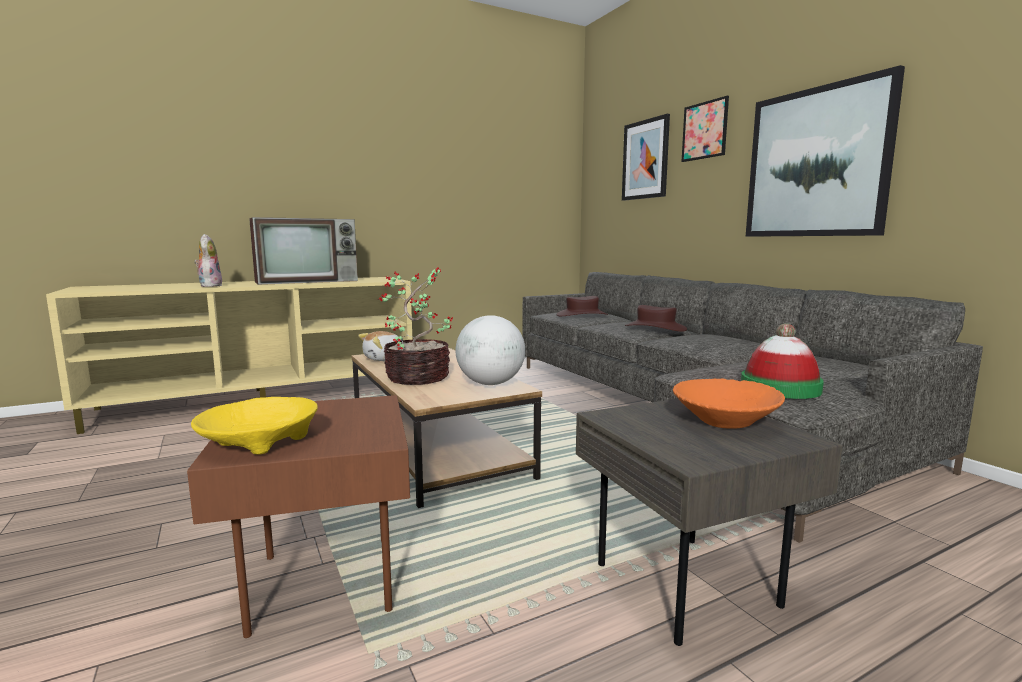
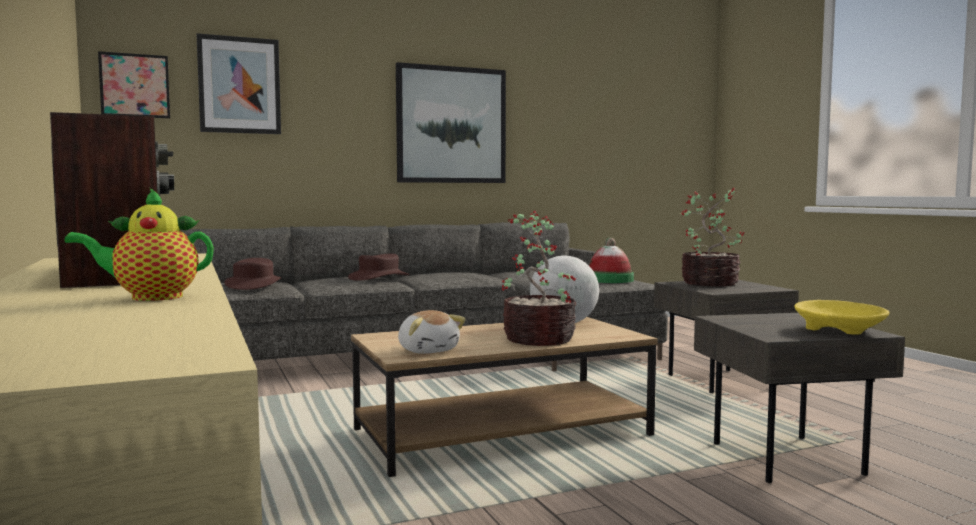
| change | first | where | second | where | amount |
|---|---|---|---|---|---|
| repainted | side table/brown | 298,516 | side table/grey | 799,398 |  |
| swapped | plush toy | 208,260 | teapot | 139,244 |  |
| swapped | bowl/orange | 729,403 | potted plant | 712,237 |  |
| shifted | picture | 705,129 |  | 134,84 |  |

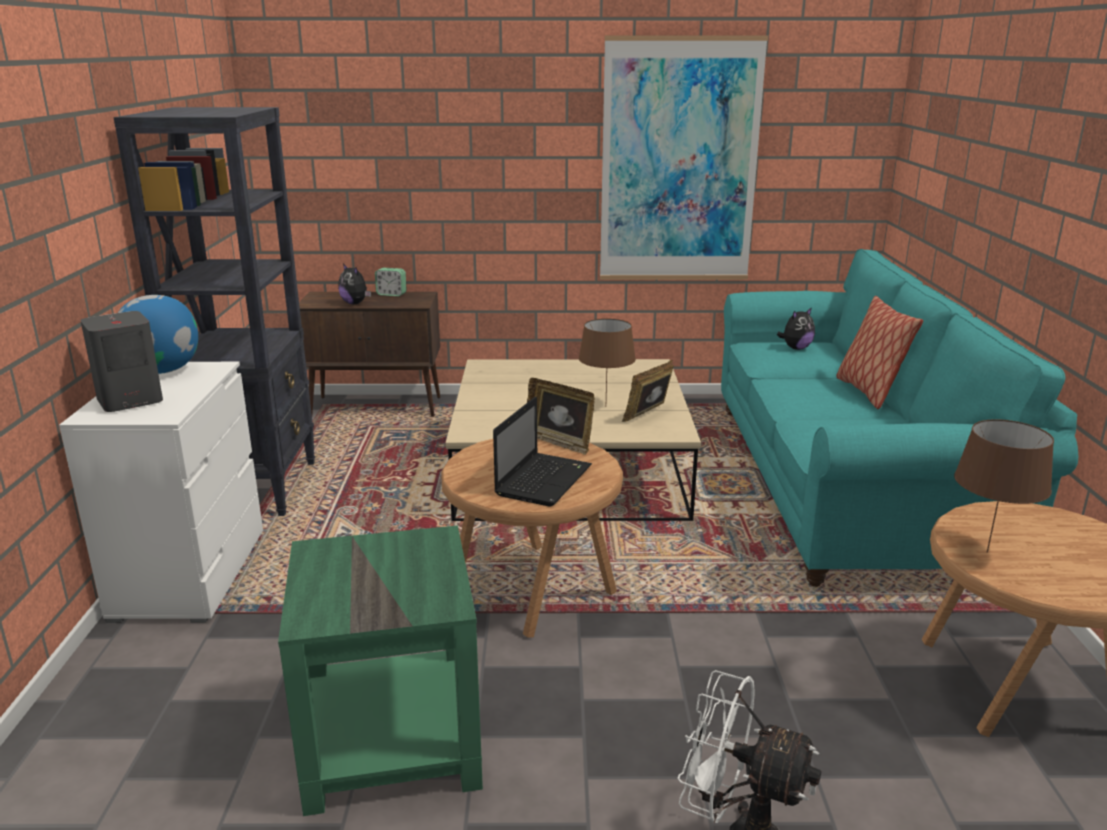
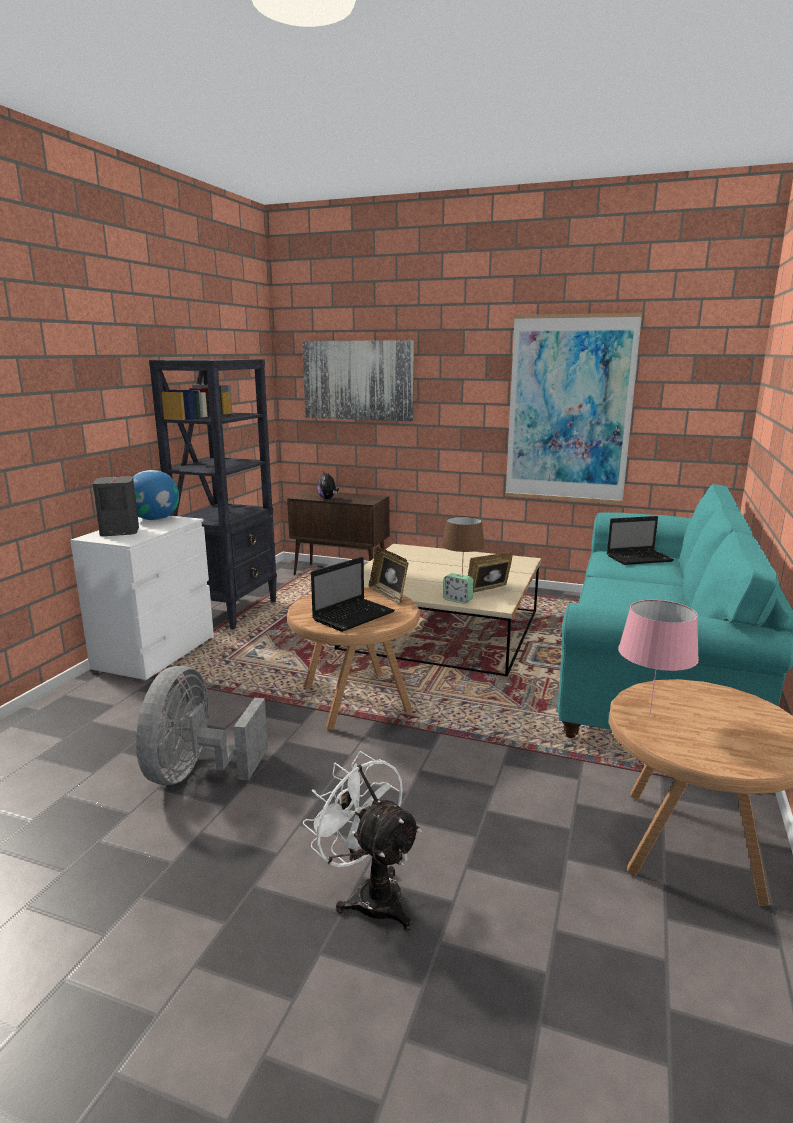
| change | first | where | second | where | amount |
|---|---|---|---|---|---|
| swapped | side table/green | 380,670 | fan/grey | 202,725 |  |
| shifted | alarm clock | 391,282 |  | 458,588 |  |
| swapped | plush toy | 796,328 | laptop | 640,540 |  |
| gone | pillow | 879,352 |  |  |  |
| repainted | table lamp/brown | 1004,486 | table lamp/pink | 658,657 |  |
| new |  |  | picture | 358,380 |  |

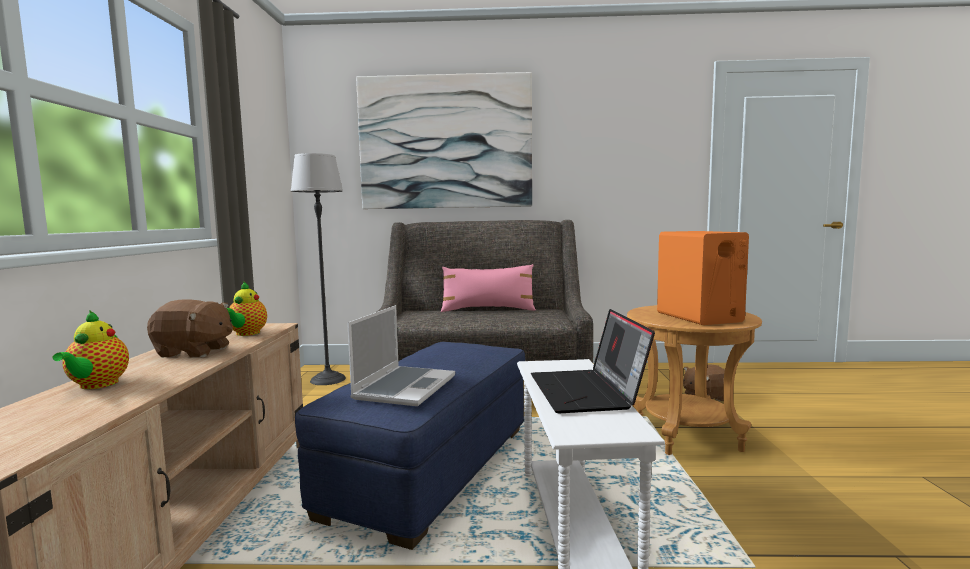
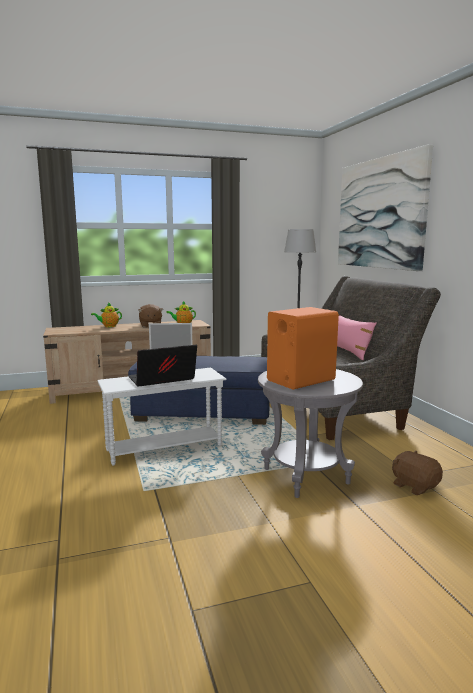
| change | first | where | second | where | amount |
|---|---|---|---|---|---|
| repainted | side table/brown | 694,380 | side table/grey | 310,433 |  |

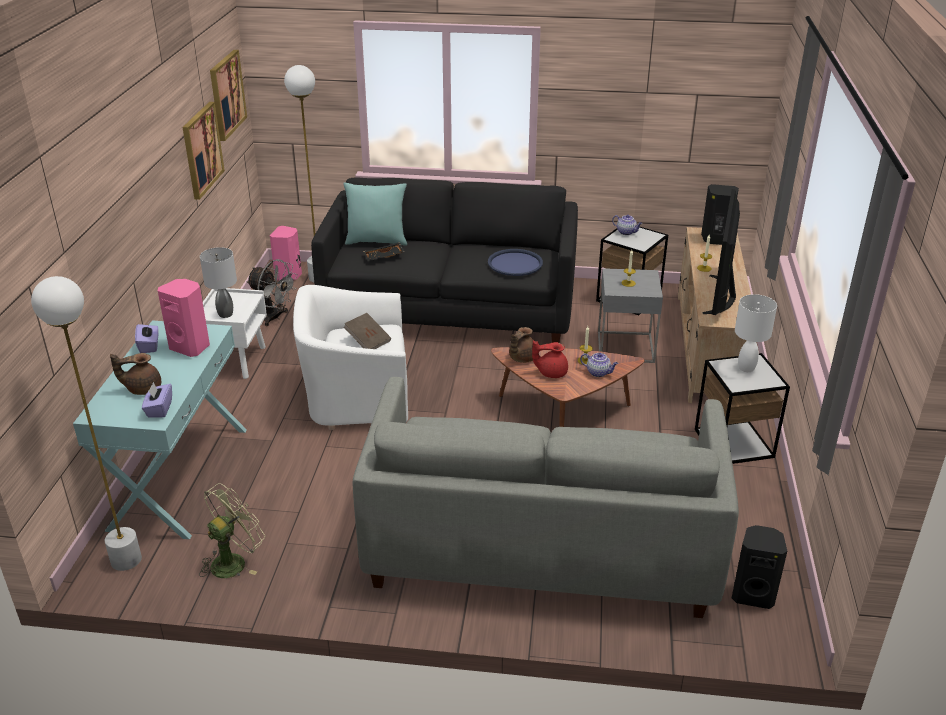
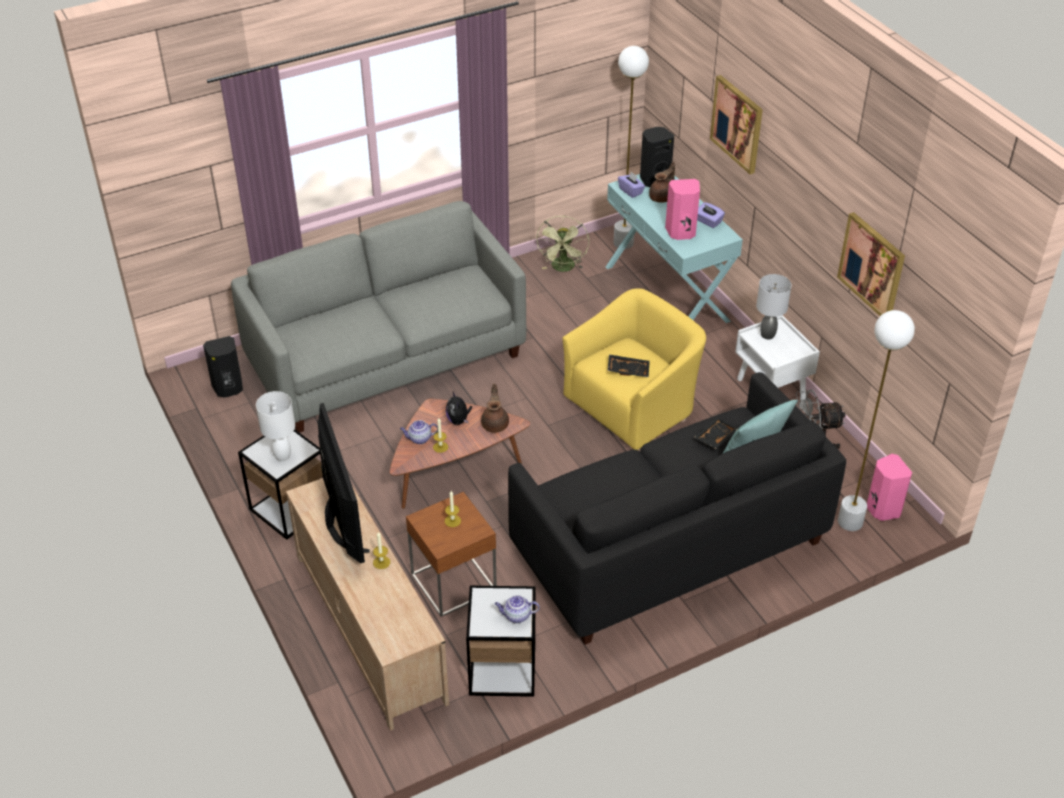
| change | first | where | second | where | amount |
|---|---|---|---|---|---|
| shifted | picture | 228,95 |  | 736,124 |  |
| repainted | armchair/white | 350,357 | armchair/yellow | 634,369 |  |
| swapped | book/brown | 367,331 | tray/black | 628,366 |  |
| gone | tray/blue | 515,262 |  |  |  |
| swapped | teapot/red | 550,359 | plush toy | 459,408 |  |
| repainted | side table/grey | 630,315 | side table/brown | 451,554 |  |
| shifted | speaker/black | 720,214 |  | 657,157 |  |

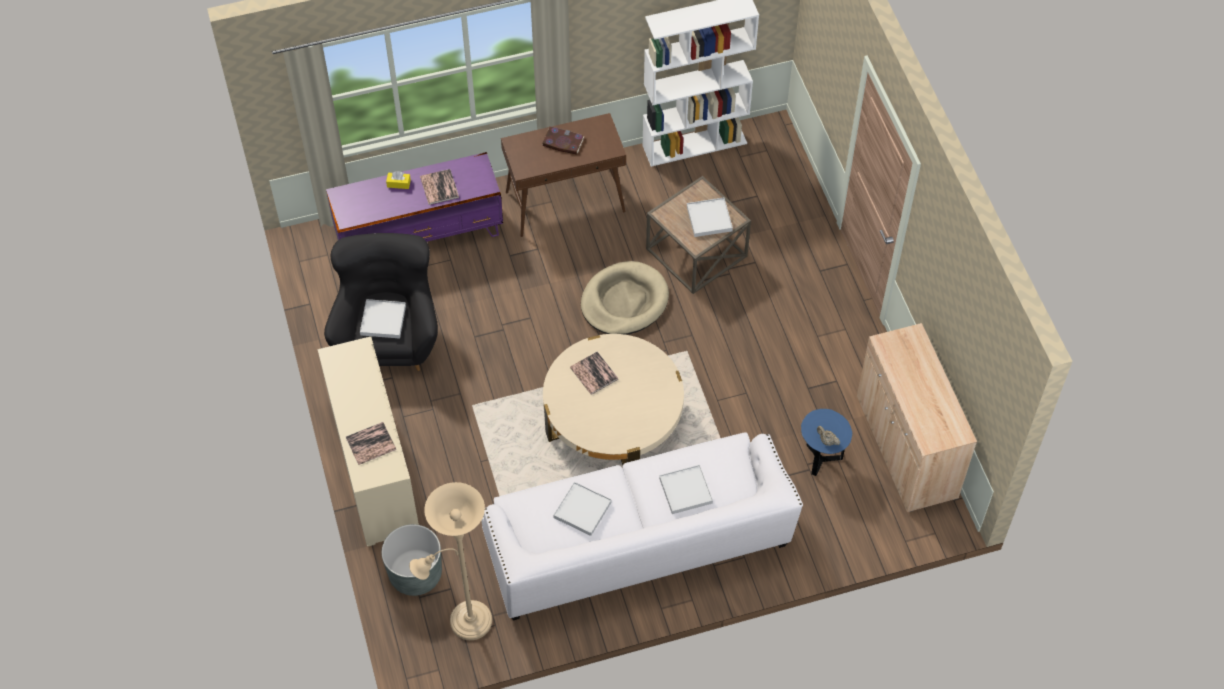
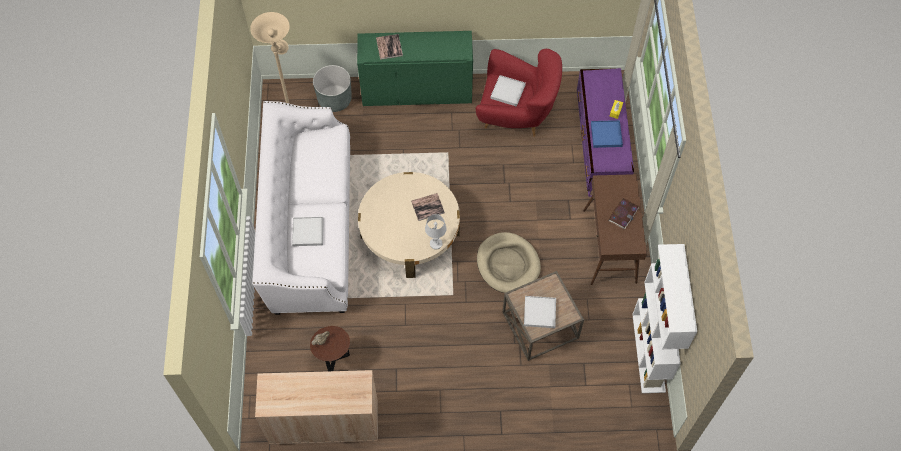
| change | first | where | second | where | amount |
|---|---|---|---|---|---|
| repainted | cabinet/beige | 368,442 | cabinet/green | 415,68 |  |
| repainted | armchair/black | 381,302 | armchair/red | 519,93 |  |
| swapped | book | 439,187 | tray/blue | 607,134 |  |
| gone | tray/white | 582,509 |  |  |  |
| repainted | side table/blue | 826,442 | side table/brown | 330,348 |  |
| new |  |  | table lamp/white | 435,232 |  |

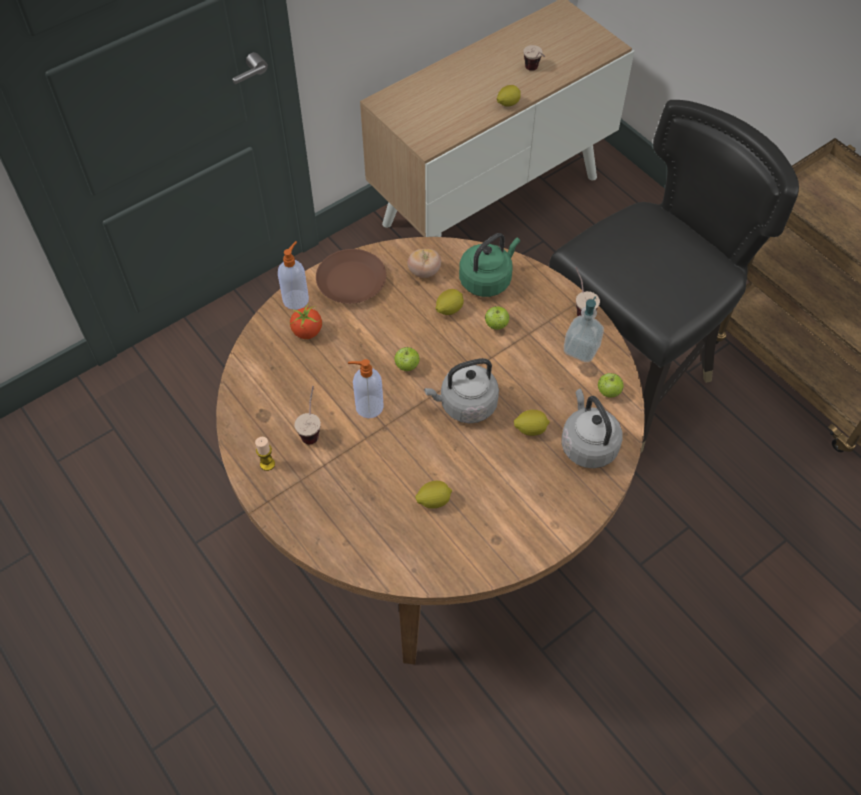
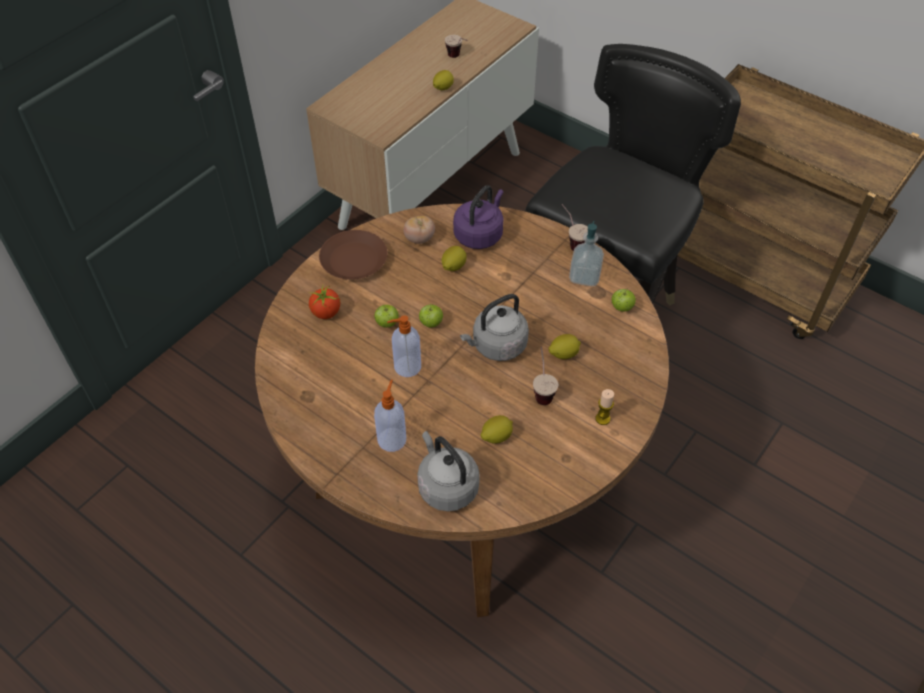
| change | first | where | second | where | amount |
|---|---|---|---|---|---|
| shifted | candle | 265,454 |  | 604,407 |  |
| shifted | soap dispenser | 293,275 |  | 390,416 |  |
| shifted | cup | 307,415 |  | 545,376 |  |
| repainted | kettle/green | 489,265 | kettle/purple | 478,217 |  |
| shifted | apple | 497,318 |  | 386,316 |  |
| shifted | kettle/grey | 591,428 |  | 448,471 |  |

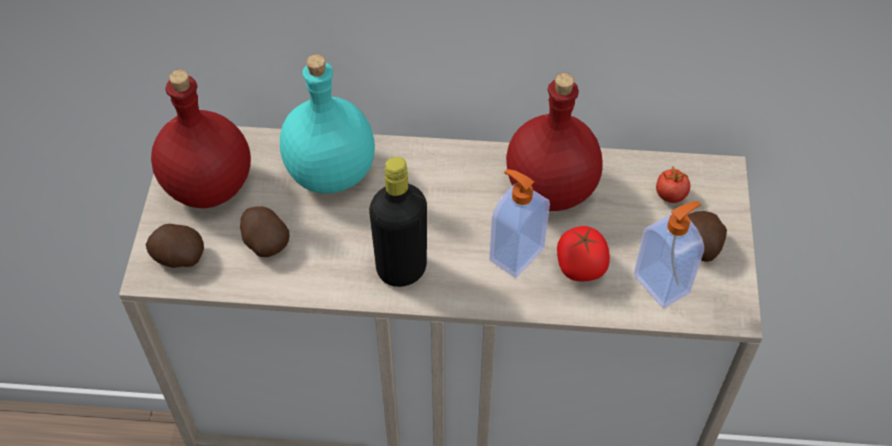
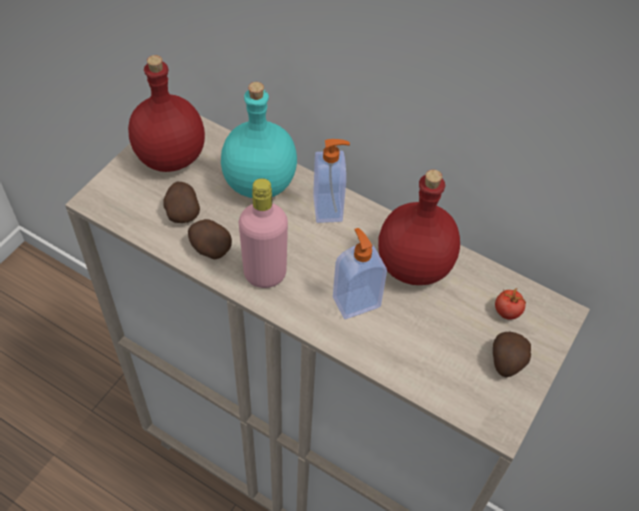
| change | first | where | second | where | amount |
|---|---|---|---|---|---|
| shifted | potato | 175,246 |  | 210,239 |  |
| repainted | bottle/black | 398,222 | bottle/pink | 263,233 |  |
| gone | tomato | 583,254 |  |  |  |
| shifted | soap dispenser | 669,254 |  | 331,181 |  |

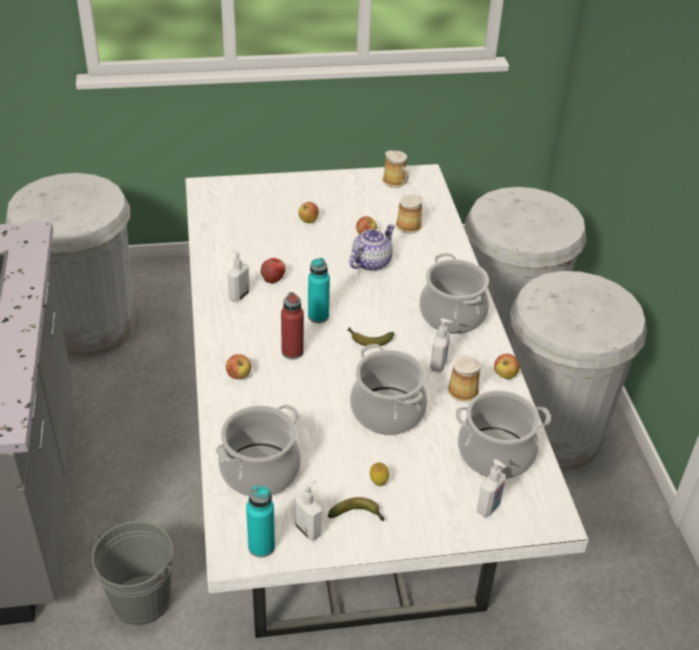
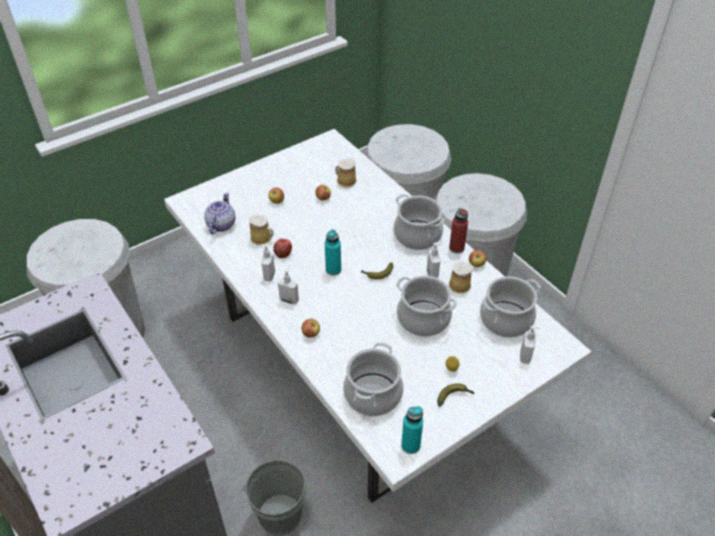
| change | first | where | second | where | amount |
|---|---|---|---|---|---|
| shifted | bottle/red | 292,326 |  | 458,231 |  |
| shifted | soap dispenser | 308,510 |  | 288,285 |  |
| shifted | teapot | 372,247 |  | 219,213 |  |
| shifted | mug | 396,169 |  | 261,230 |  |

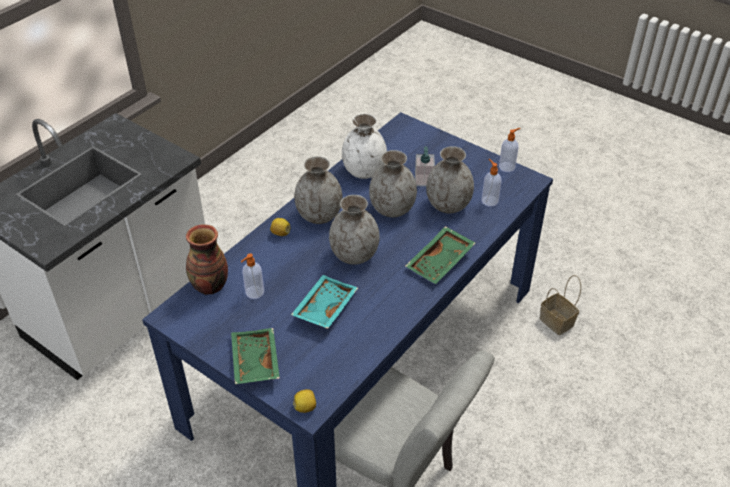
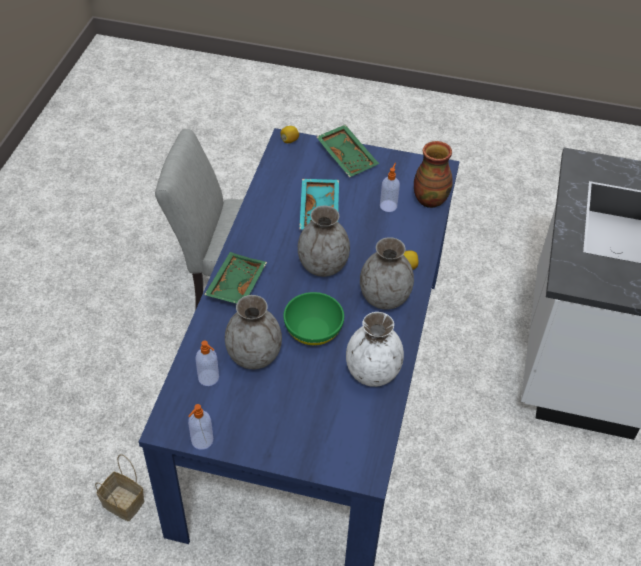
| change | first | where | second | where | amount |
|---|---|---|---|---|---|
| swapped | vase/grey | 393,183 | bowl/green | 313,319 |  |
| gone | soap dispenser | 425,166 |  |  |  |

